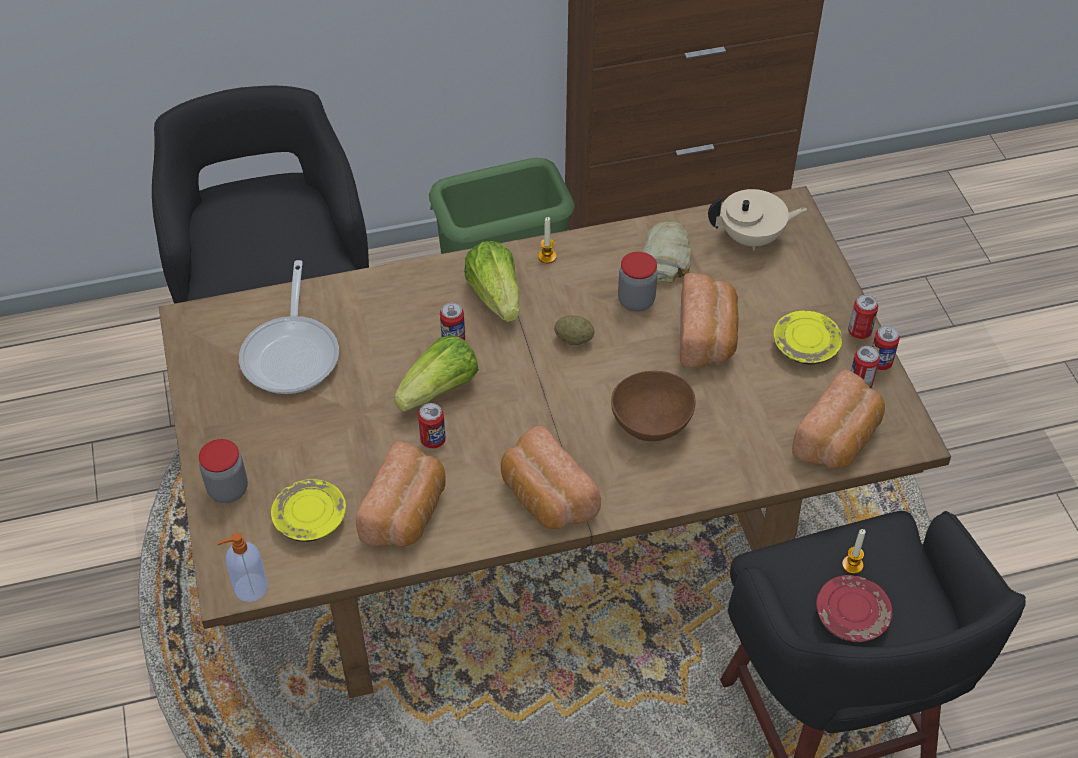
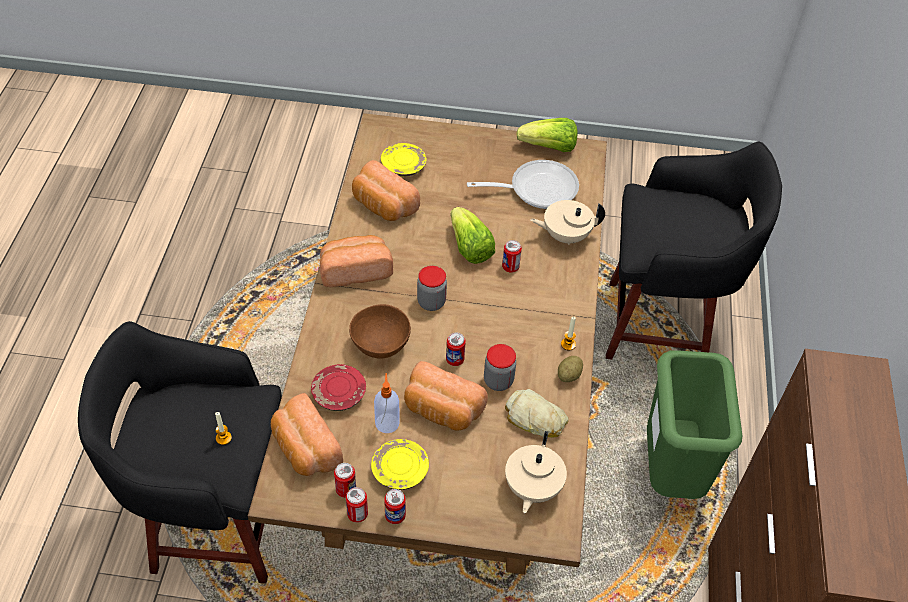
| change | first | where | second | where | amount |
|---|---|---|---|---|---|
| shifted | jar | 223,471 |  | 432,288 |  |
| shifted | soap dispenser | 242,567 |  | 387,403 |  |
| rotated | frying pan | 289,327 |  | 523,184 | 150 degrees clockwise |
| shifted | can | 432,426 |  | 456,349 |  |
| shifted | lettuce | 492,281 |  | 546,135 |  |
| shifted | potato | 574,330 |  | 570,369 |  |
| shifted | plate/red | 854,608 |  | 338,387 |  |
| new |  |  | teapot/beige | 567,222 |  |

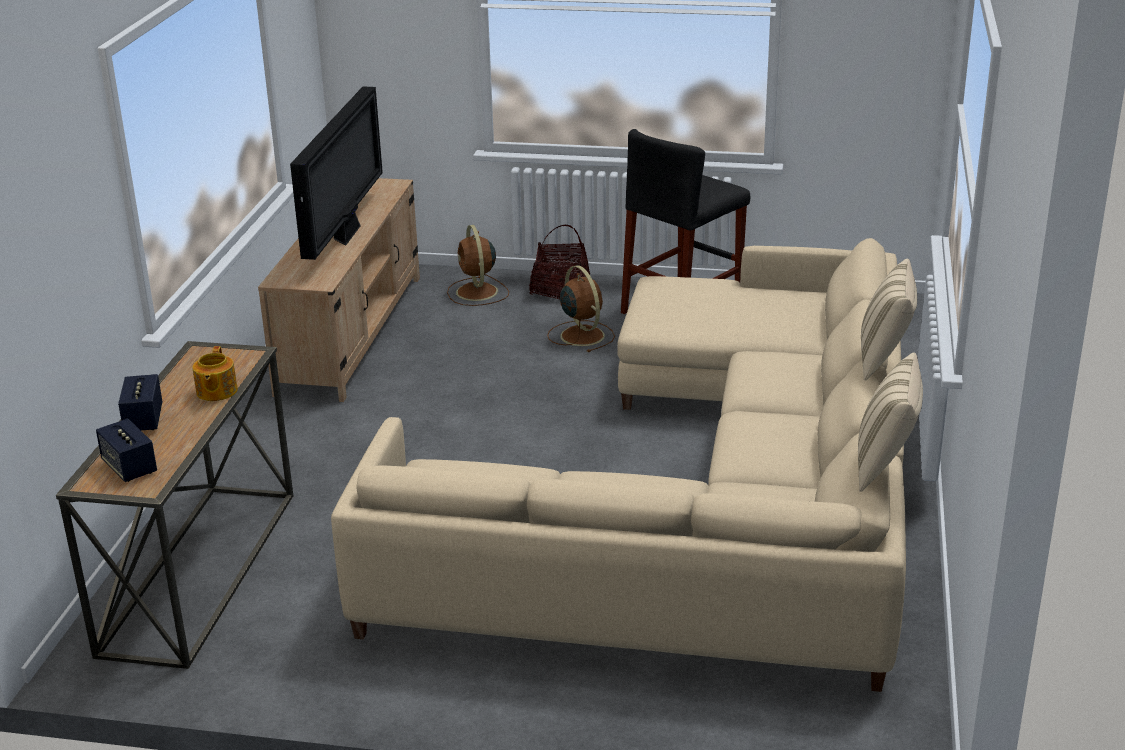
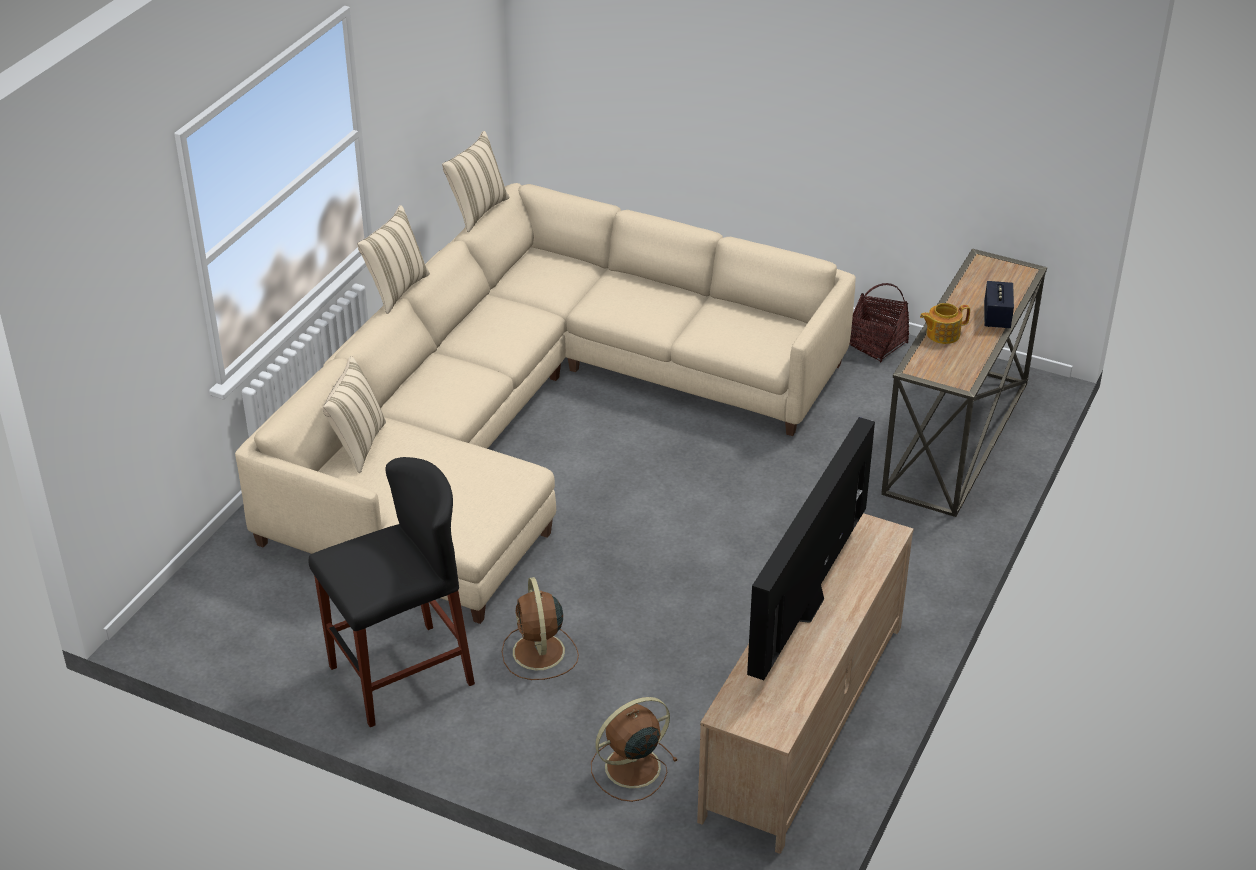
| change | first | where | second | where | amount |
|---|---|---|---|---|---|
| gone | speaker | 126,450 |  |  |  |
| rotated | teapot | 215,373 |  | 945,323 | 120 degrees counterclockwise |
| rotated | fan/brown | 478,265 |  | 634,749 | 120 degrees counterclockwise |
| shifted | basket | 559,262 |  | 879,322 |  |
| new |  |  | pillow/beige | 354,414 |  |

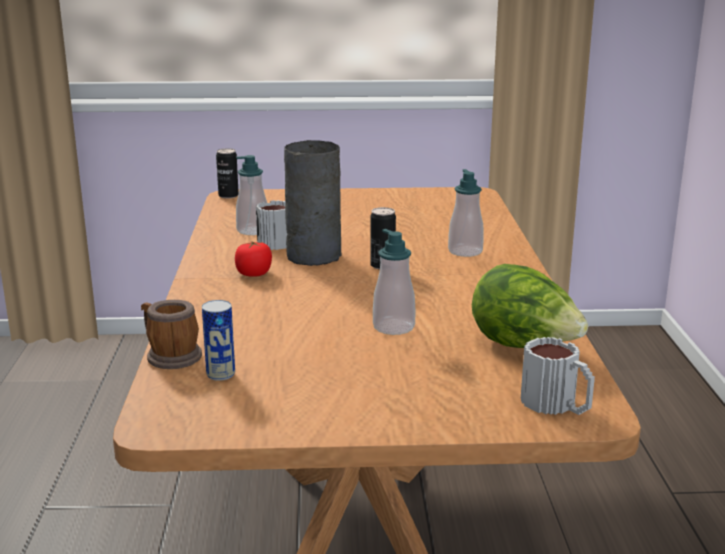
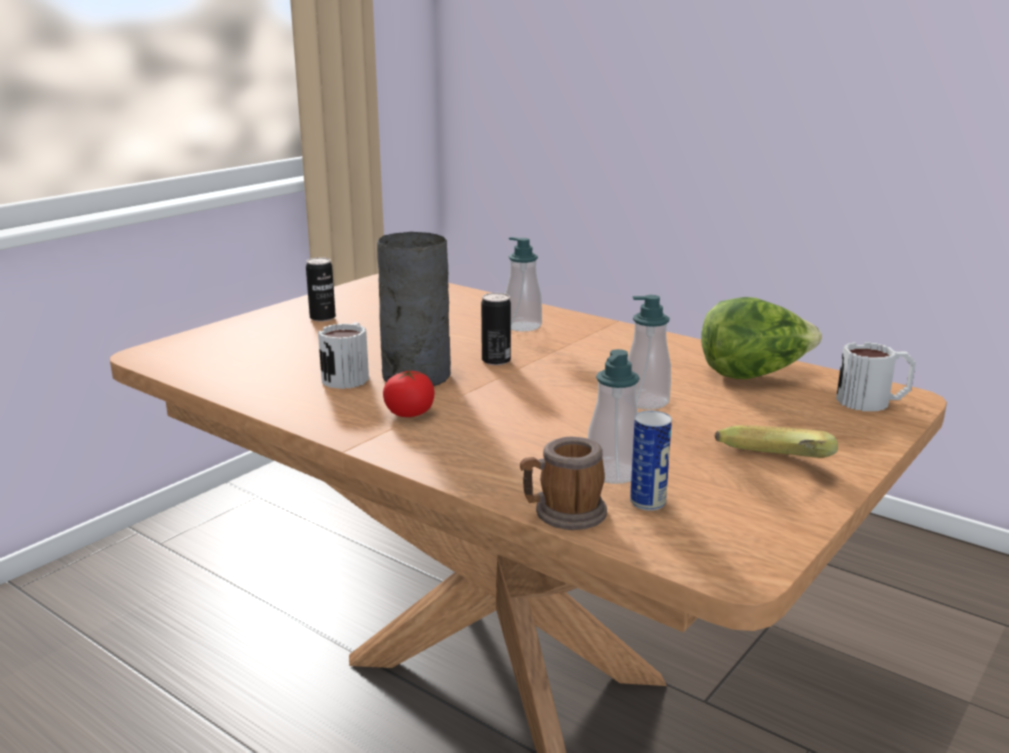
| change | first | where | second | where | amount |
|---|---|---|---|---|---|
| shifted | can | 227,173 |  | 321,289 |  |
| shifted | soap dispenser | 251,195 |  | 614,416 |  |
| new |  |  | banana | 776,441 |  |

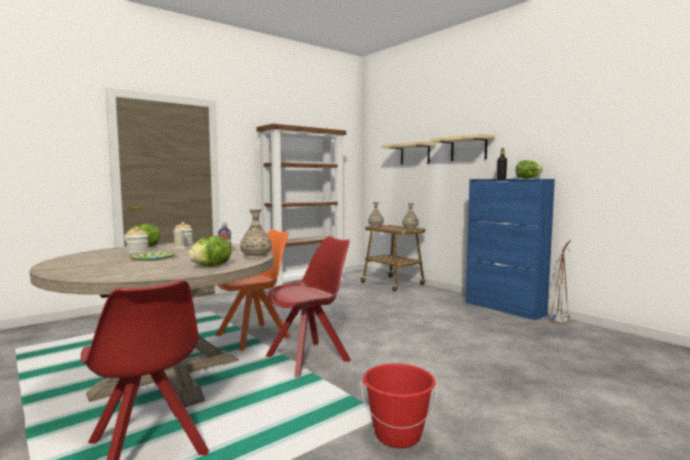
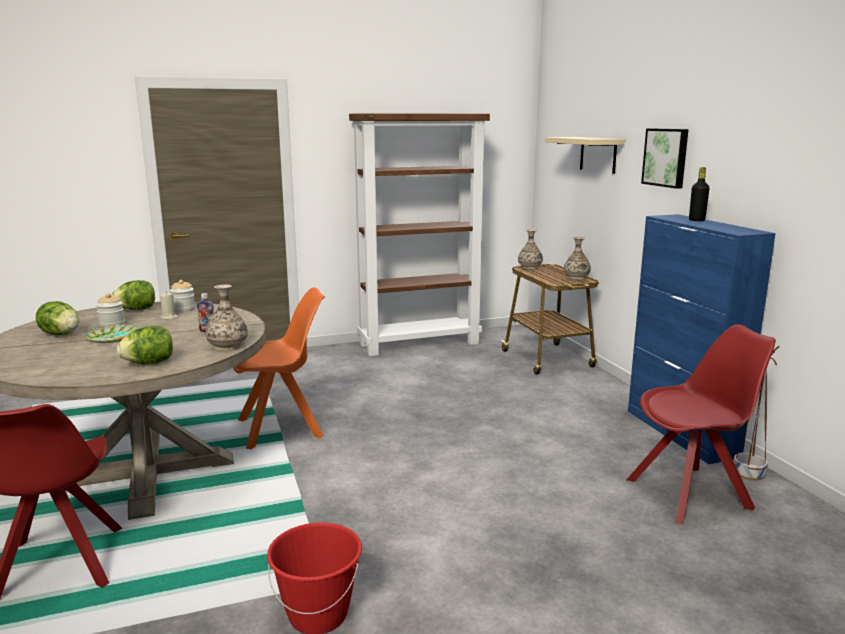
| change | first | where | second | where | amount |
|---|---|---|---|---|---|
| shifted | chair/red | 308,306 |  | 701,424 |  |
| swapped | shelf/beige | 462,147 | picture | 665,158 |  |
| shifted | lettuce | 529,169 |  | 57,318 |  |

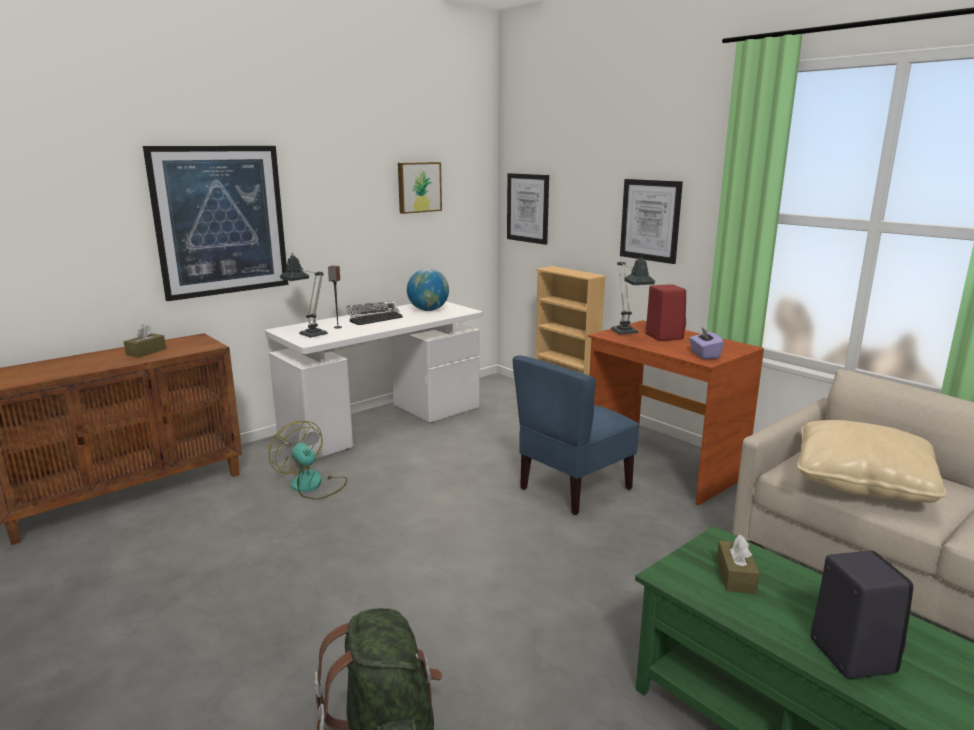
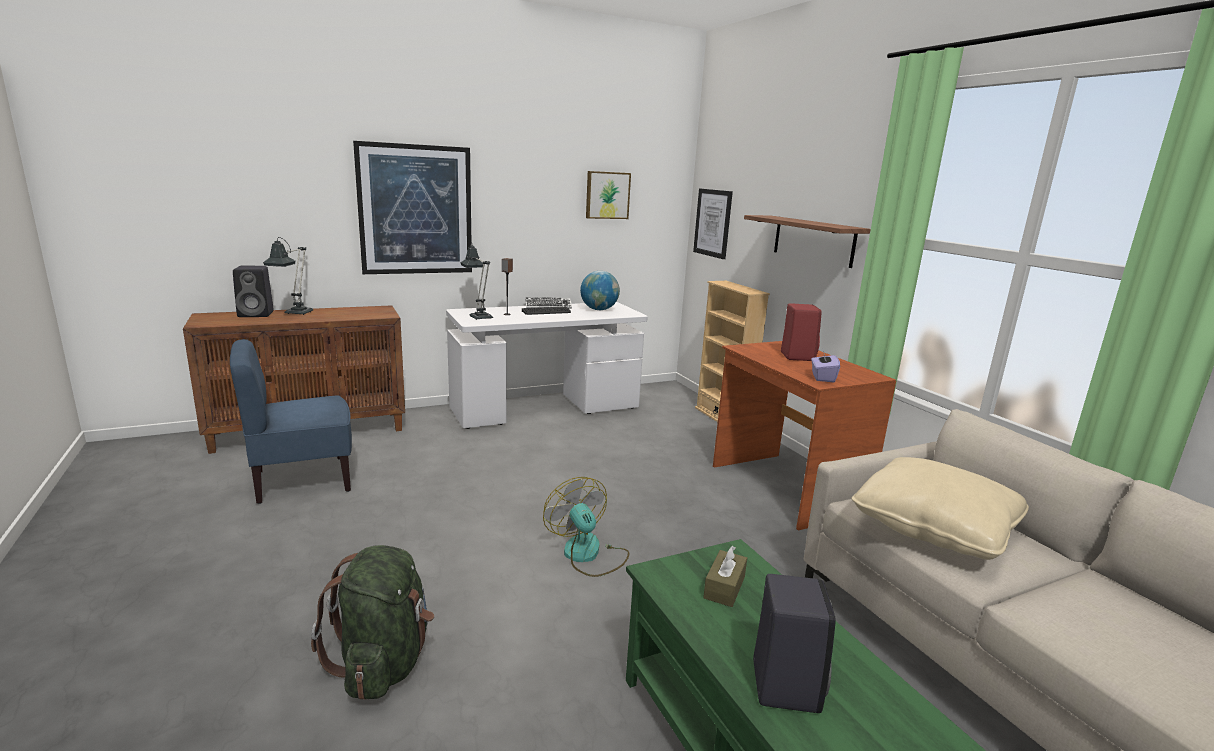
| change | first | where | second | where | amount |
|---|---|---|---|---|---|
| gone | tissue box/brown | 145,341 |  |  |  |
| shifted | fan | 308,460 |  | 586,527 |  |
| shifted | chair/blue | 576,435 |  | 291,421 |  |
| shifted | table lamp | 633,294 |  | 288,276 |  |
| swapped | picture | 651,221 | shelf | 807,241 |  |
| new |  |  | speaker/black | 253,291 |  |

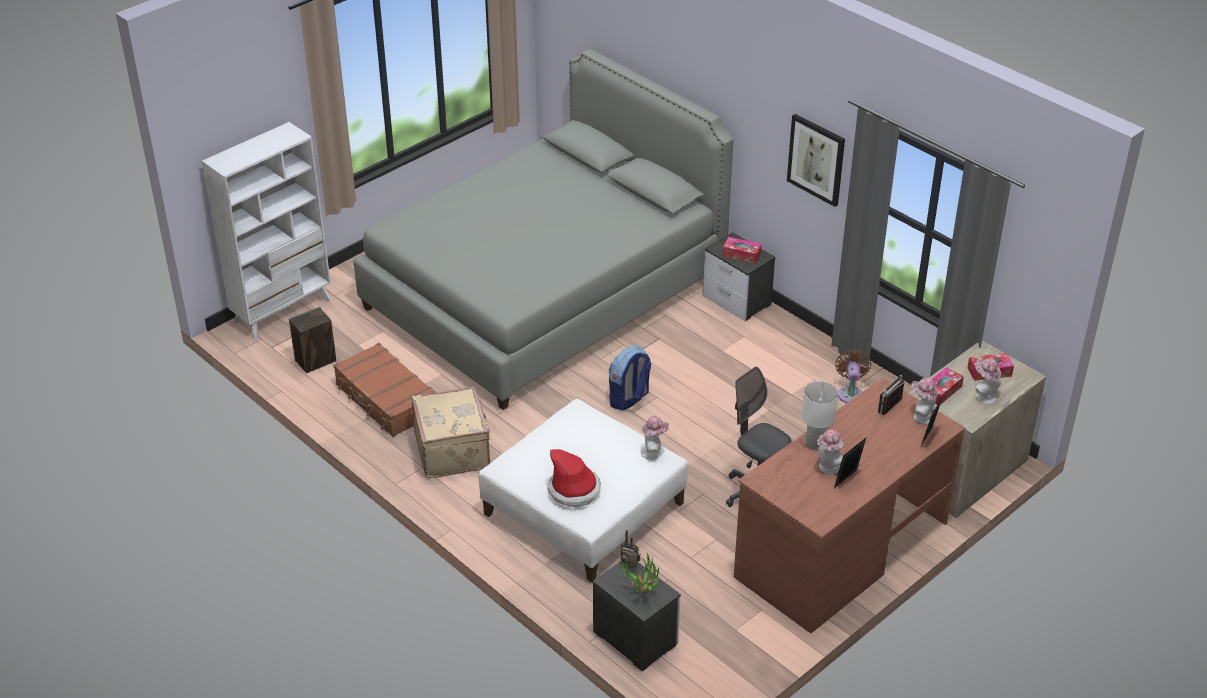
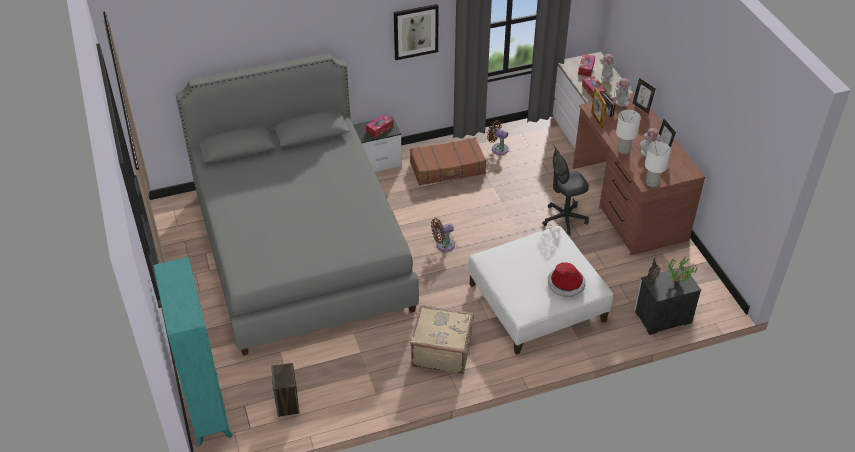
| change | first | where | second | where | amount |
|---|---|---|---|---|---|
| repainted | bookcase/white | 266,230 | bookcase/turquoise | 193,351 |  |
| shifted | suitcase/brown | 385,390 |  | 448,161 |  |
| swapped | backpack | 630,377 | fan/brown | 443,235 |  |
| gone | hat | 655,438 |  |  |  |
| new |  |  | picture frame | 599,108 |  |
| new |  |  | table lamp/white | 658,164 |  |

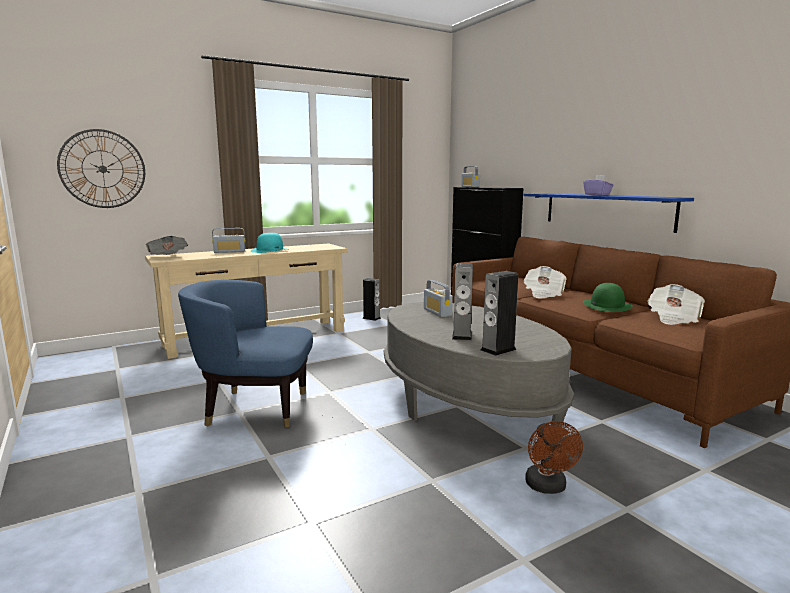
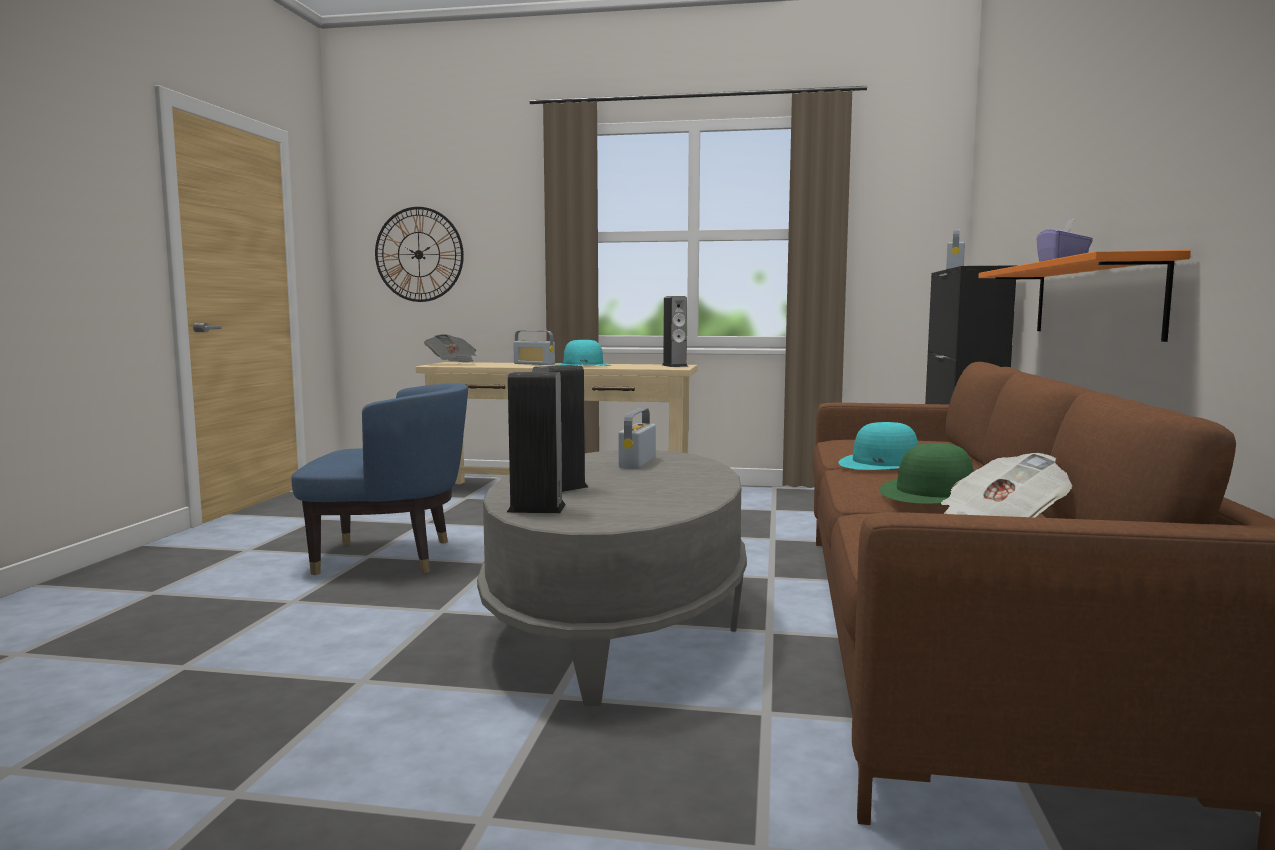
| change | first | where | second | where | amount |
|---|---|---|---|---|---|
| rotated | armchair/blue | 245,354 |  | 379,479 | 135 degrees clockwise |
| shifted | speaker | 371,299 |  | 675,331 |  |
| swapped | newspaper | 545,282 | hat/turquoise | 878,446 |  |
| repainted | shelf/blue | 609,213 | shelf/orange | 1084,296 |  |
| gone | fan/brown | 554,457 |  |  |  |

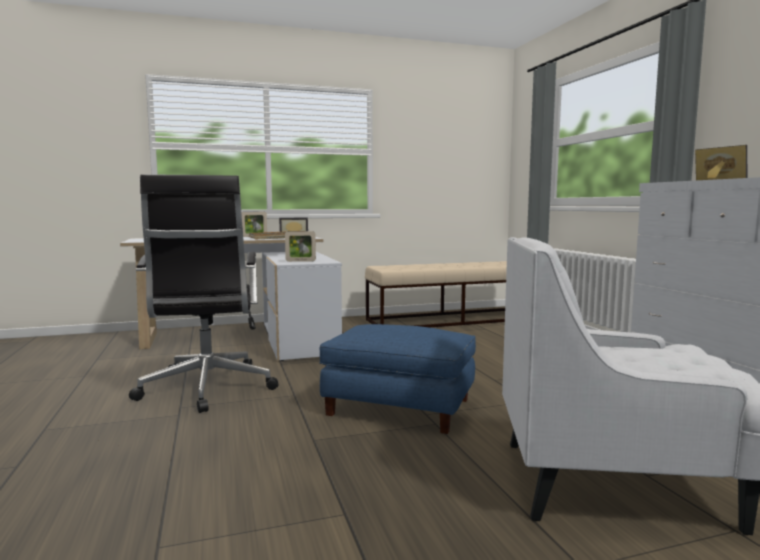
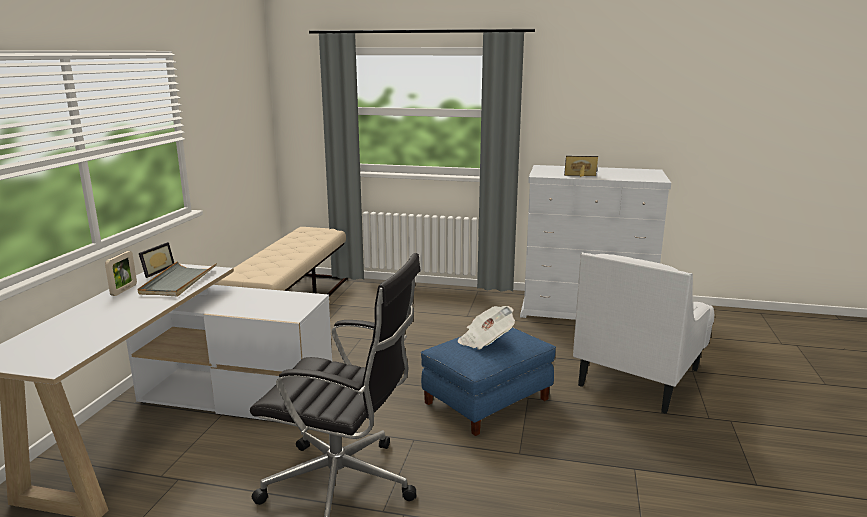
| change | first | where | second | where | amount |
|---|---|---|---|---|---|
| gone | picture frame | 300,246 |  |  |  |
| new |  |  | newspaper | 486,327 |  |

